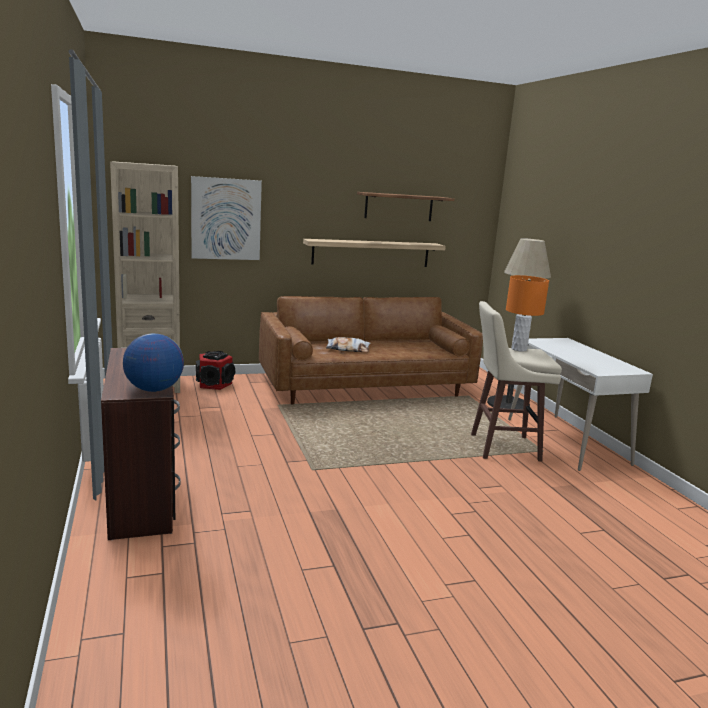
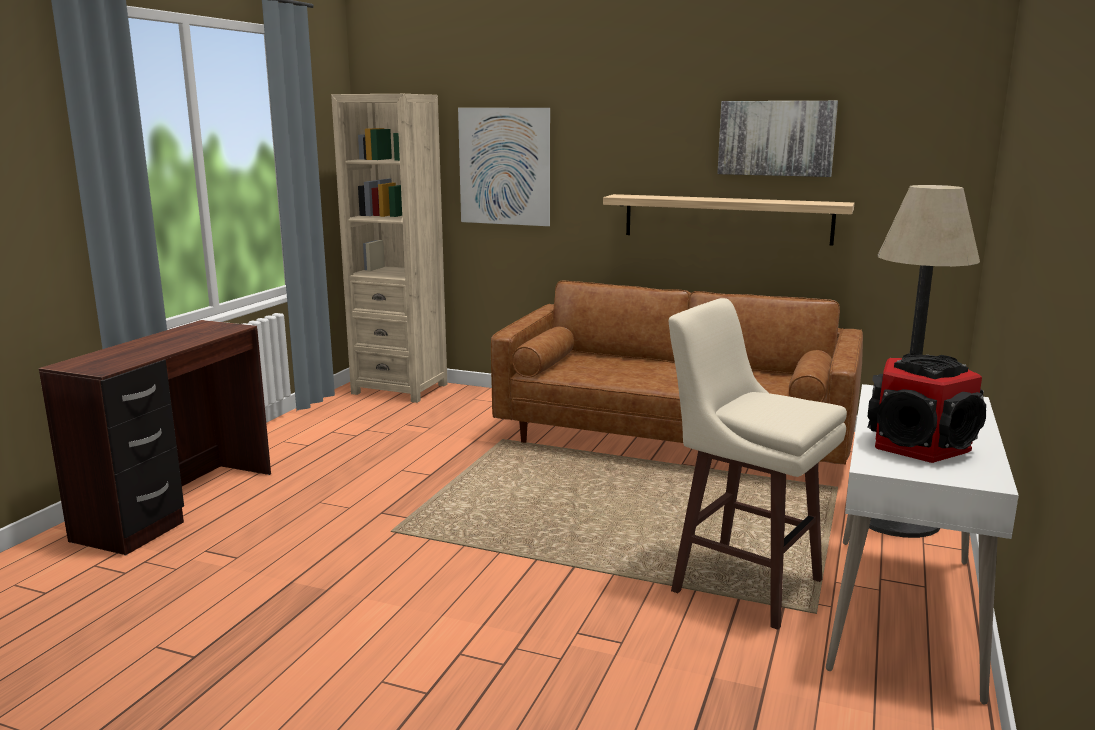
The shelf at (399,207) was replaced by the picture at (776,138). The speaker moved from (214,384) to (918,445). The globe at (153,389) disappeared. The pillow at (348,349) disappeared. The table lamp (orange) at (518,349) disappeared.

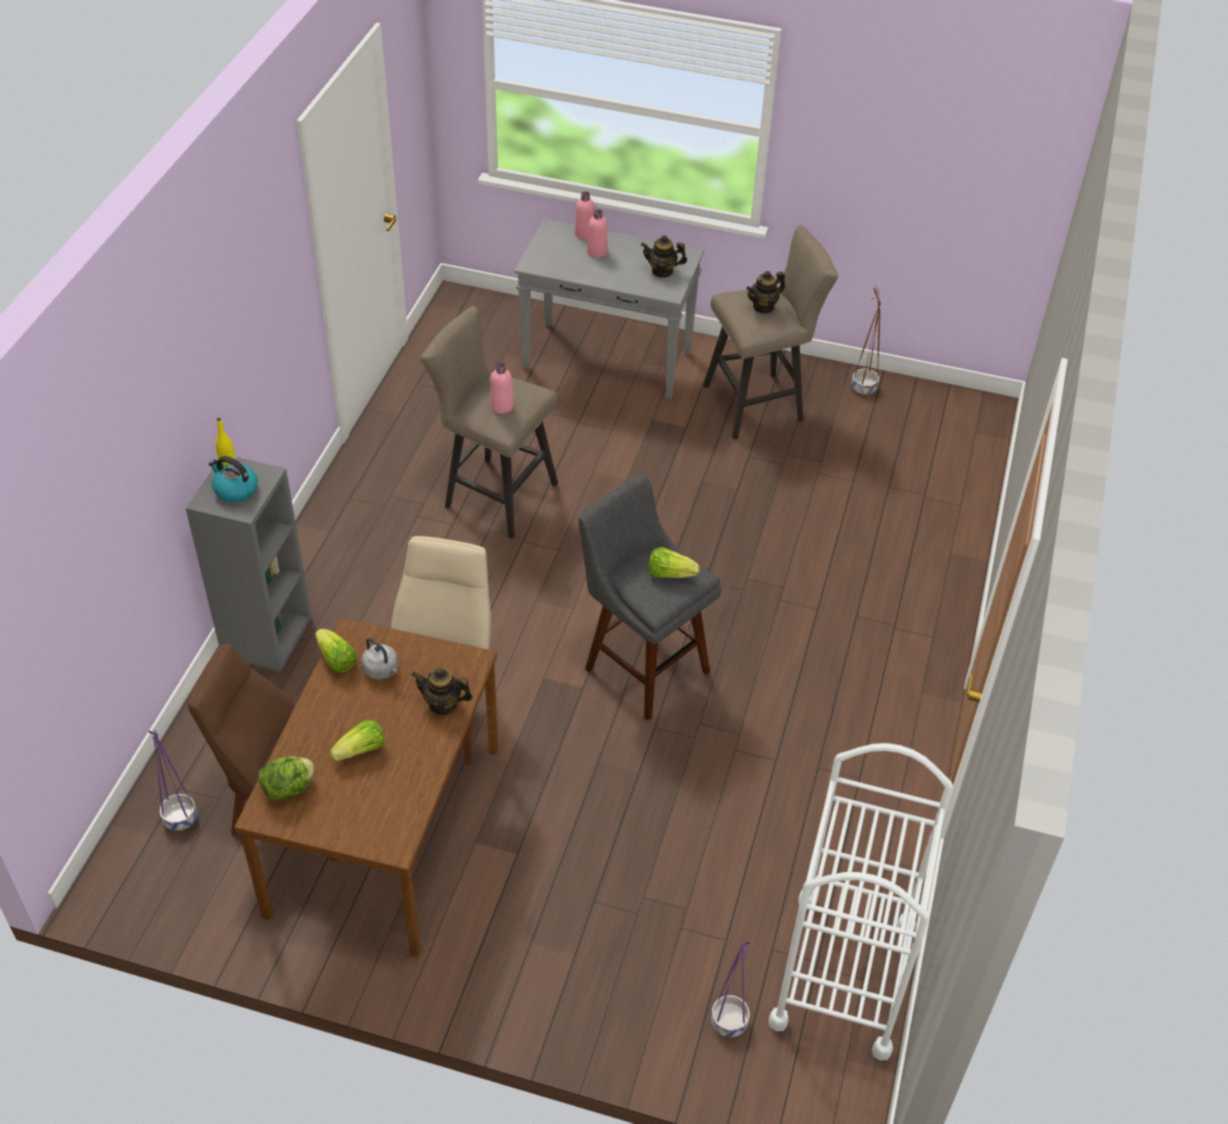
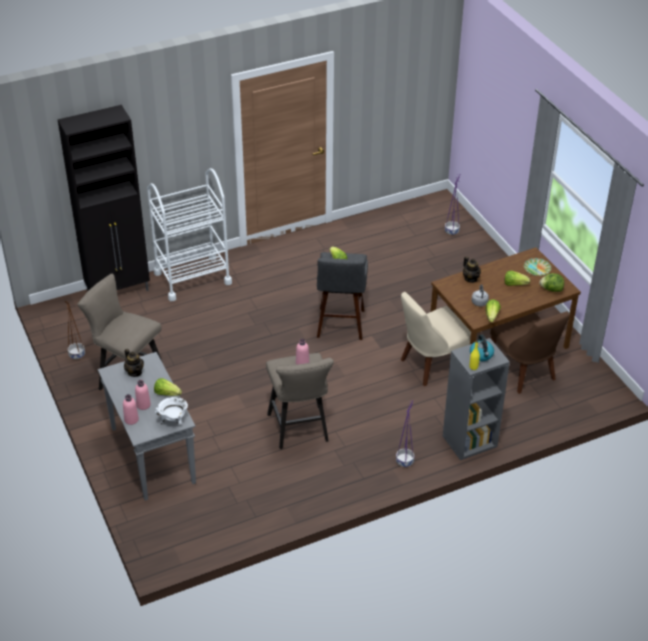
The cabinet (black) at (119,291) appeared. The cart (white) moved from (843,974) to (192,278). The lettuce at (167,393) appeared. The cooking pot (white) at (173,421) appeared. The planter (purple) moved from (180,819) to (405,461). The plate at (537,269) appeared. The teapot at (763,307) disappeared.

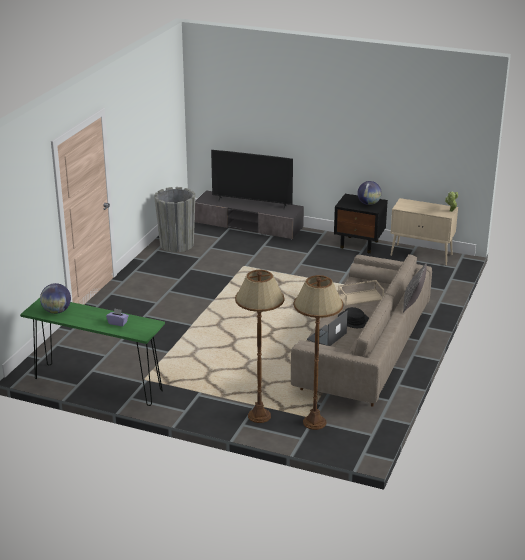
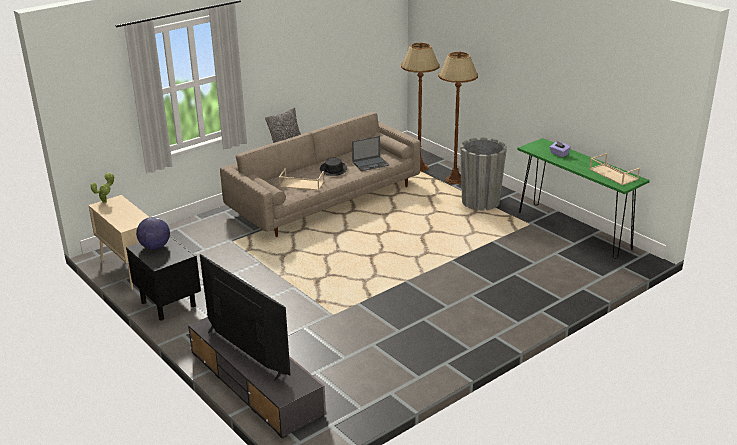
The planter (grey) moved from (176,244) to (480,202). The globe at (57,311) was replaced by the tray (beige) at (612,174).

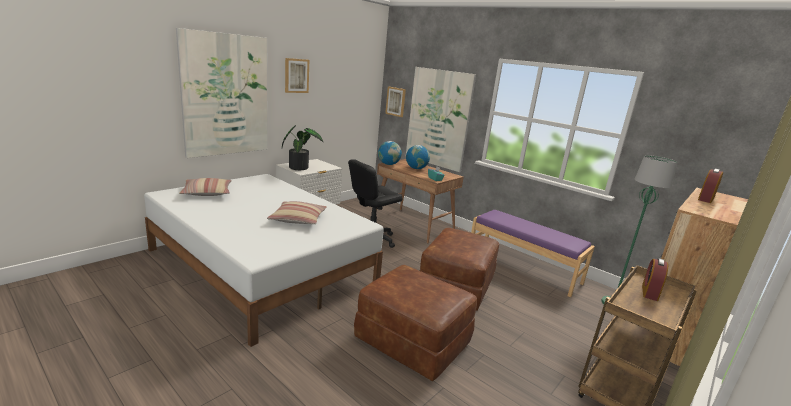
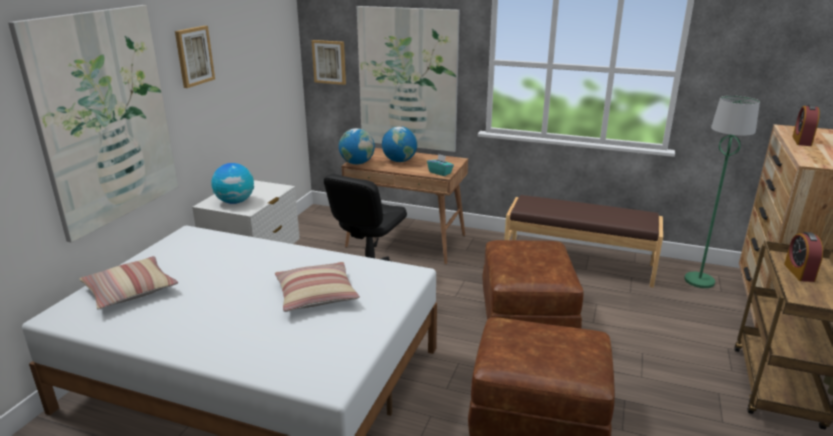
The potted plant at (300,167) was replaced by the globe at (235,202). The bench (purple) at (523,267) became the bench (brown) at (578,263).

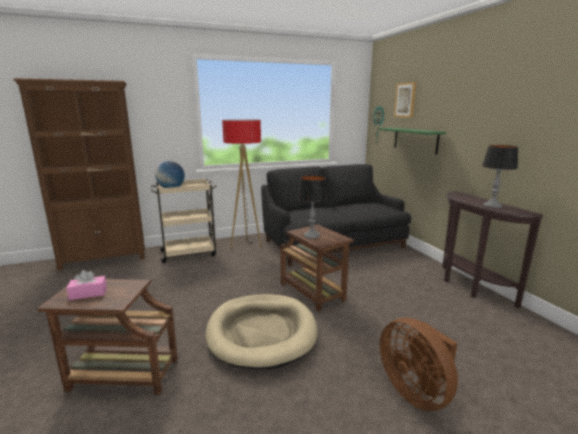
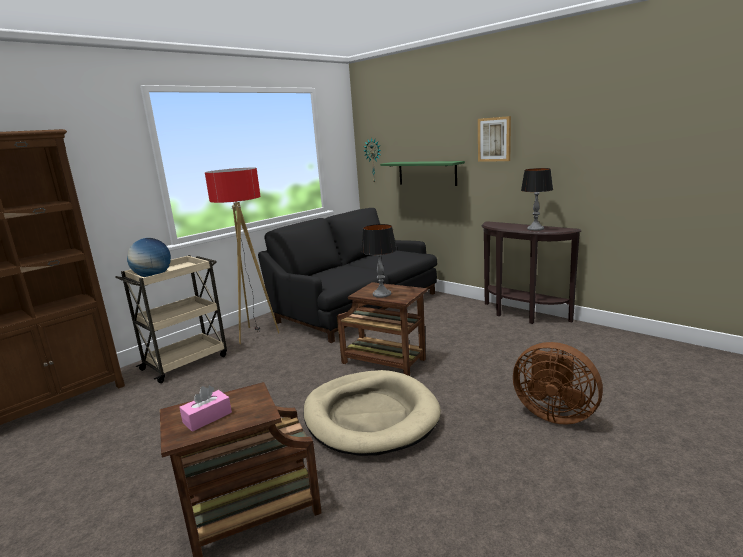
The picture moved from (405,100) to (494,139).

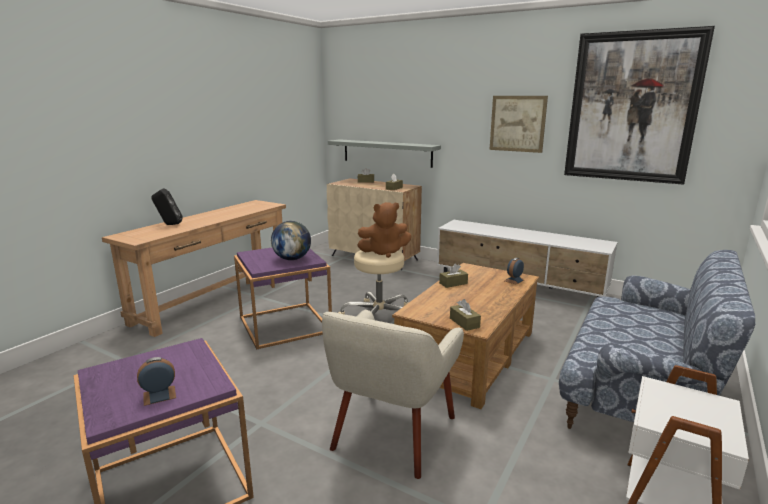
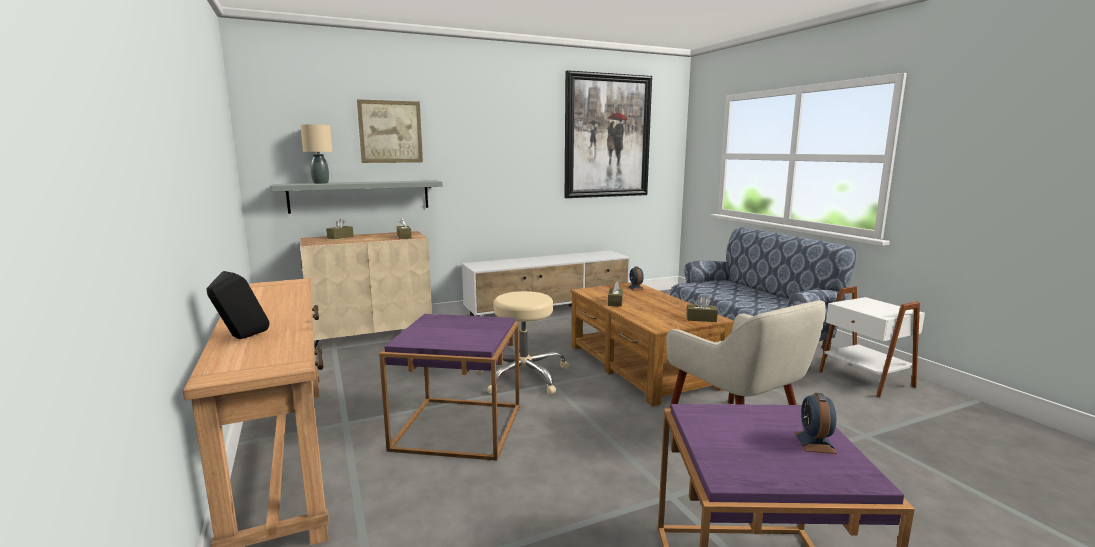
The table lamp (beige) at (320,183) appeared. The picture moved from (517,123) to (390,132). The globe at (292,259) disappeared. The plush toy (brown) at (384,252) disappeared.

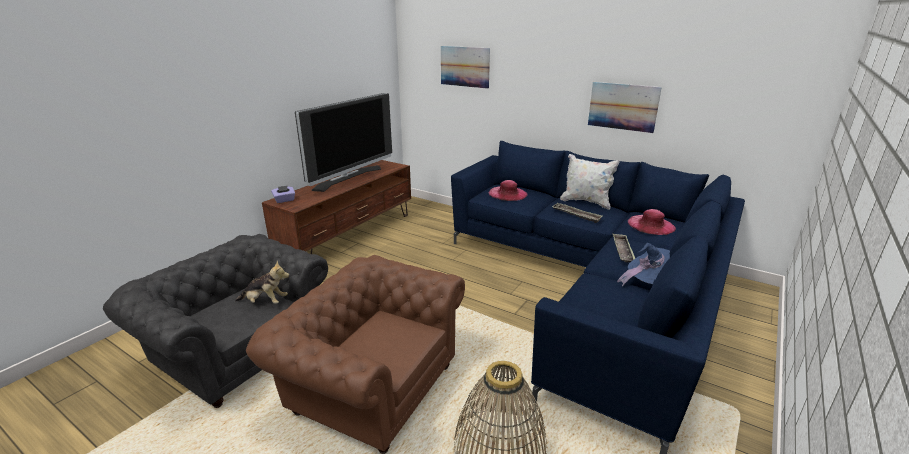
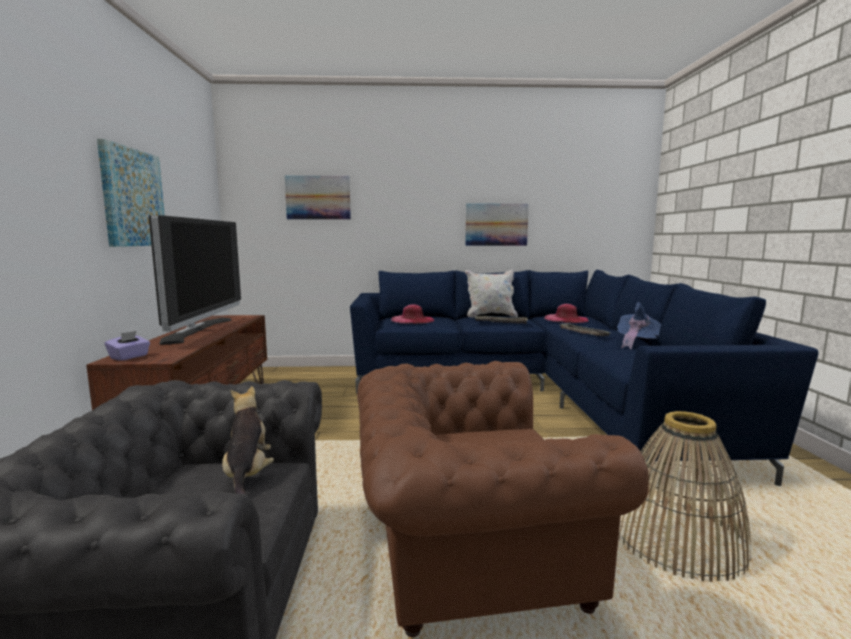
The picture at (133,198) appeared. The plush toy at (265,302) turned 75 degrees counterclockwise.

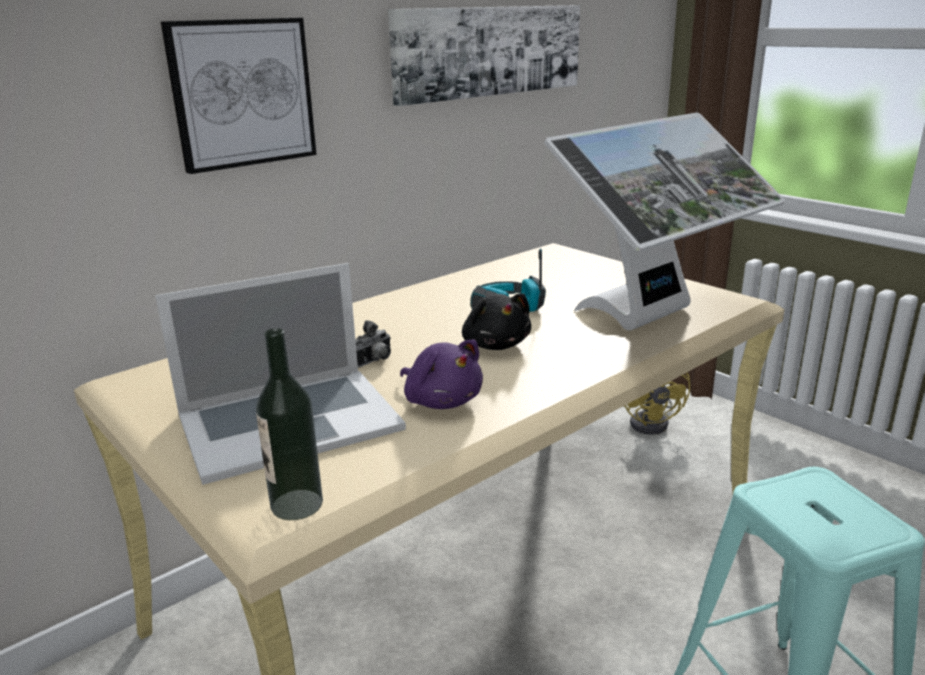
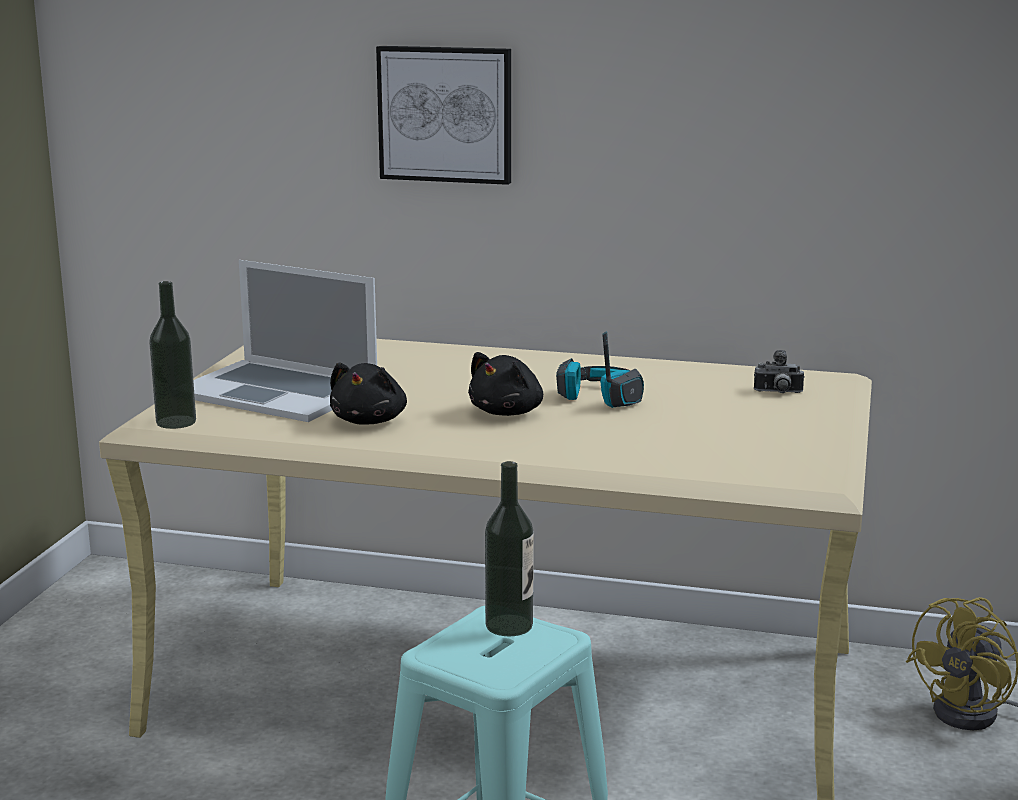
The plush toy (purple) at (441,400) became the plush toy (black) at (370,421). The bottle at (509,625) appeared. The photo camera moved from (375,361) to (778,393). The picture at (489,51) disappeared. The monitor at (654,318) disappeared.

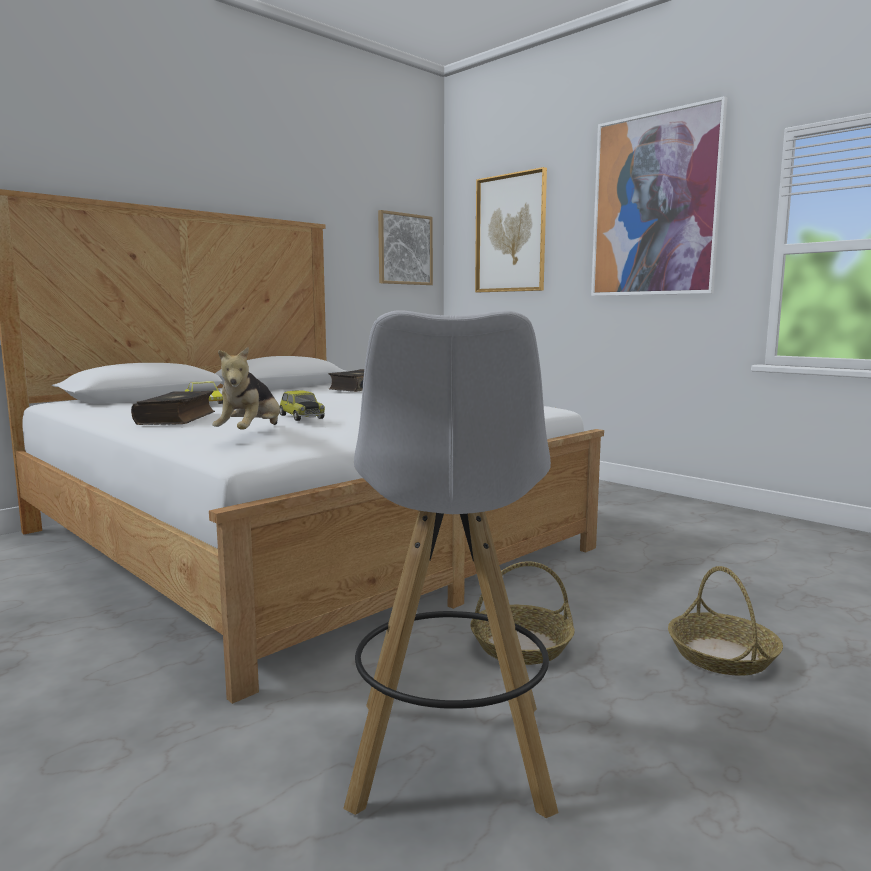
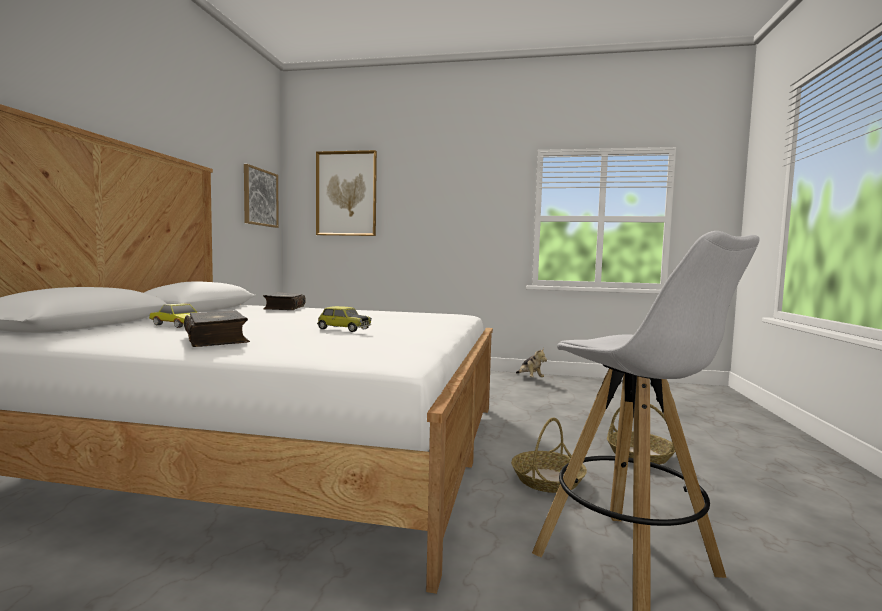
The plush toy moved from (251,434) to (529,378). The picture at (654,205) disappeared.

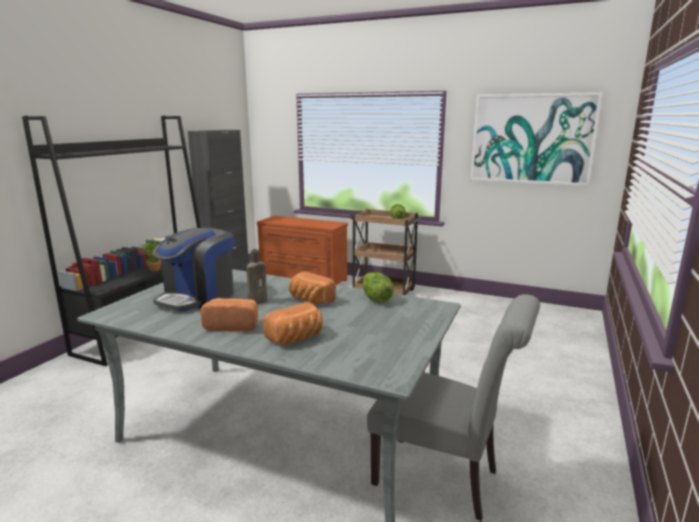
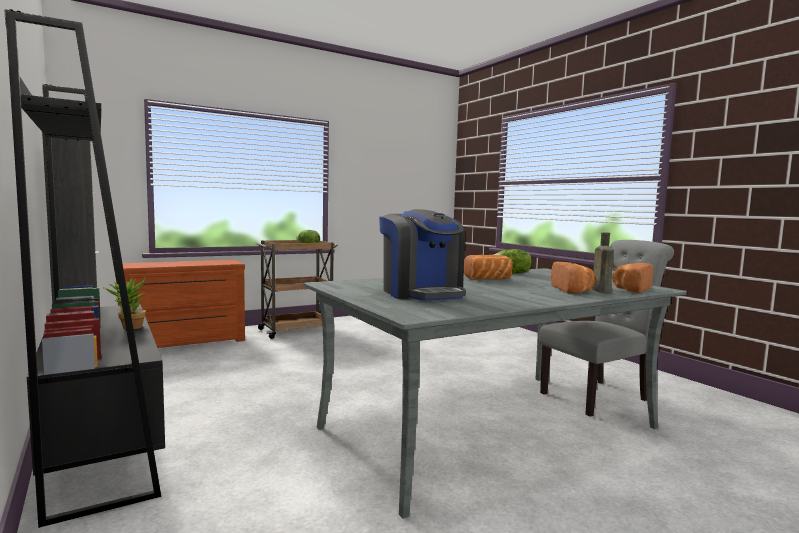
The bottle (brown) moved from (259,301) to (600,290). The bread moved from (233,325) to (630,289). The picture at (532,139) disappeared.

